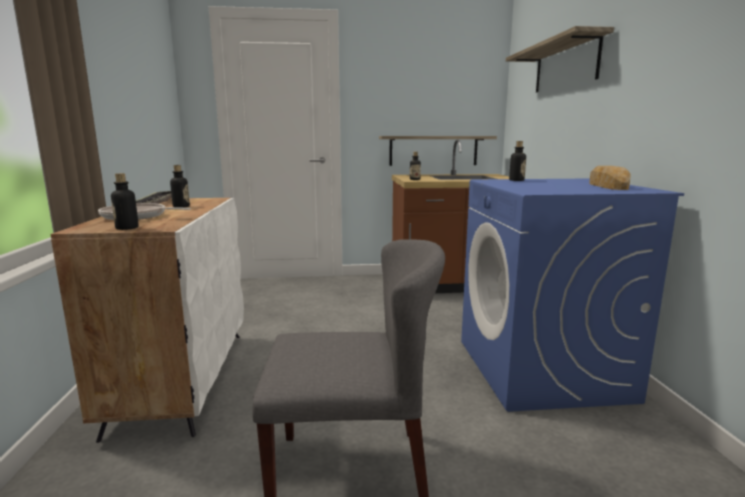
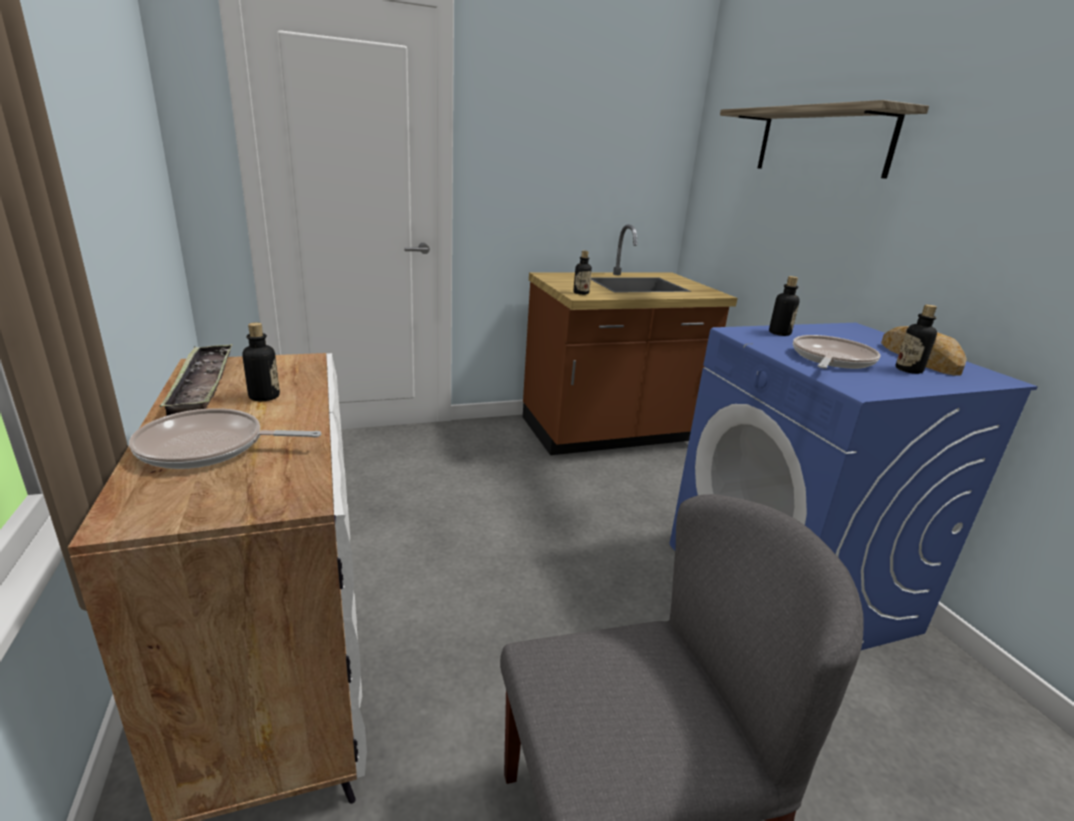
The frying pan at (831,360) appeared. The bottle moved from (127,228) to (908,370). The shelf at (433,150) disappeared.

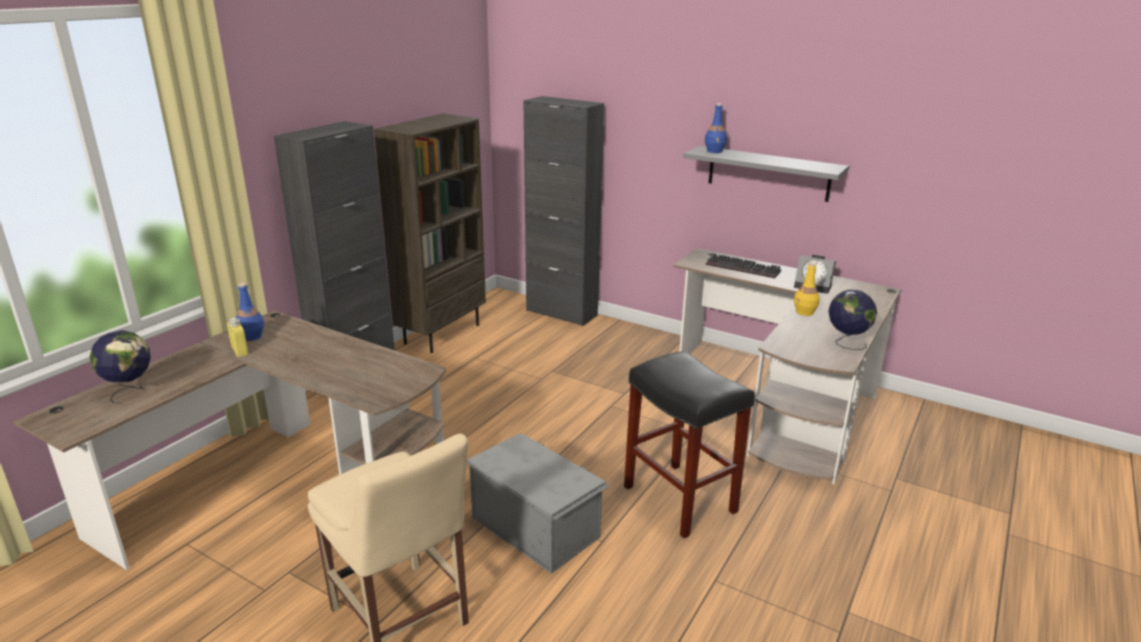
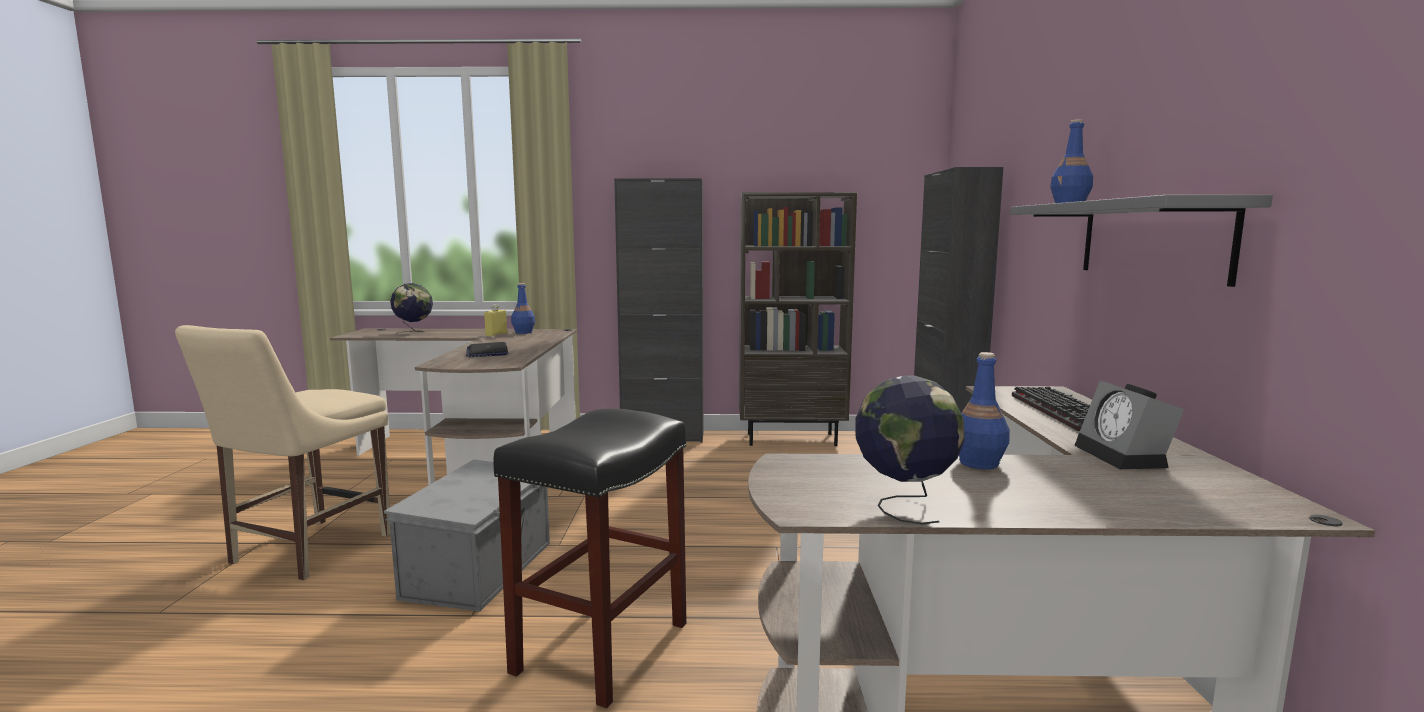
The laptop at (487,351) appeared. The bottle (yellow) at (805,312) became the bottle (blue) at (979,463).

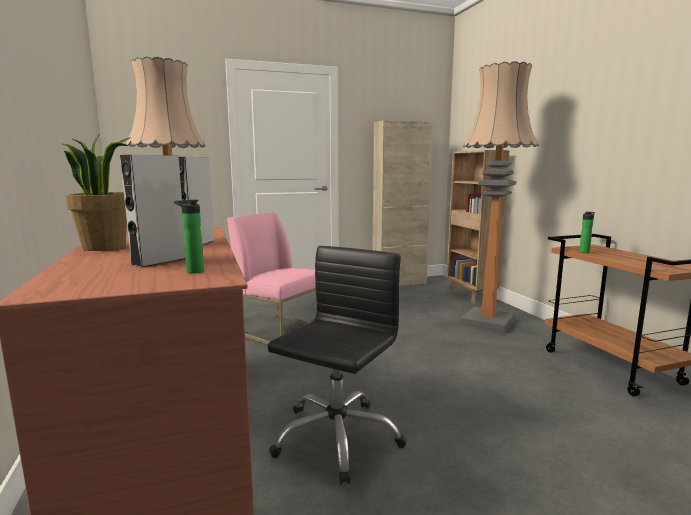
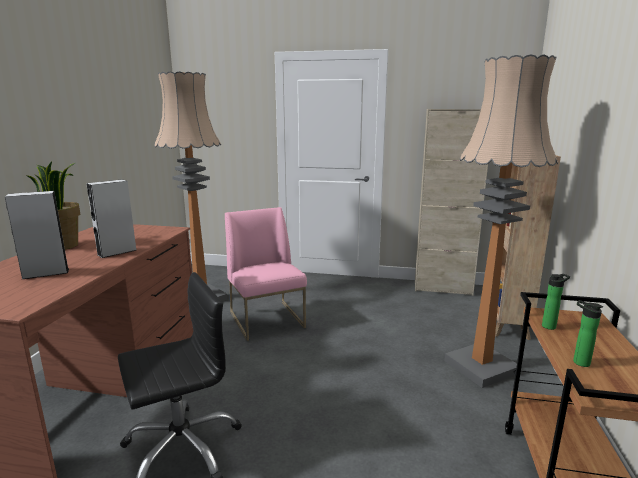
The bottle moved from (192,271) to (578,362).

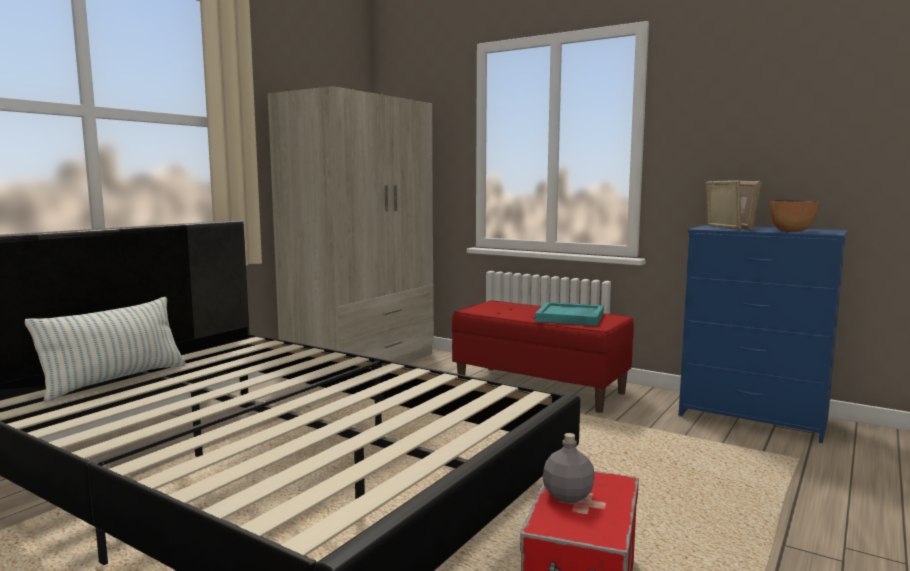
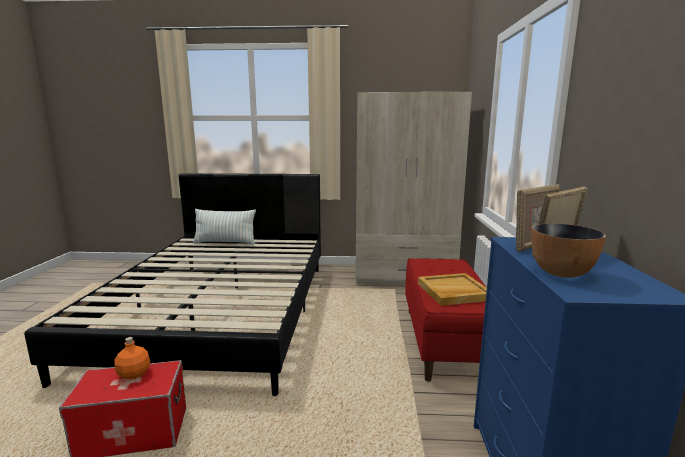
The bottle (grey) at (567,495) became the bottle (orange) at (134,374). The tray (turquoise) at (570,317) became the tray (beige) at (453,292).

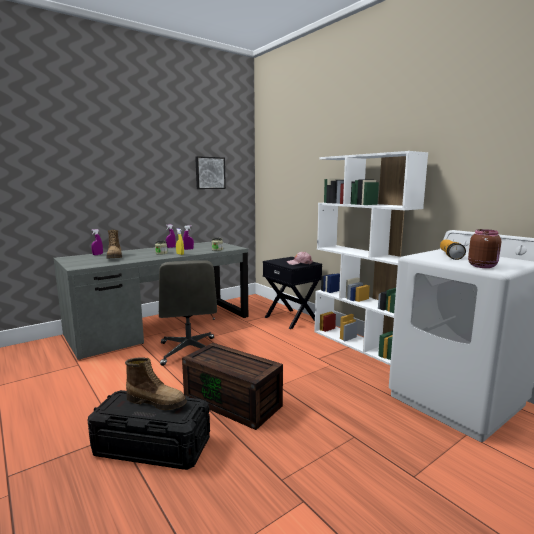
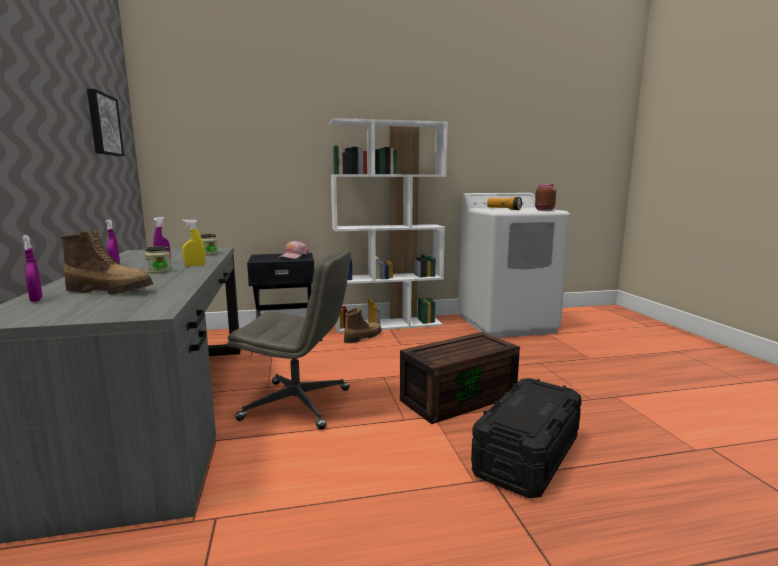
The boot moved from (157,402) to (362,337).

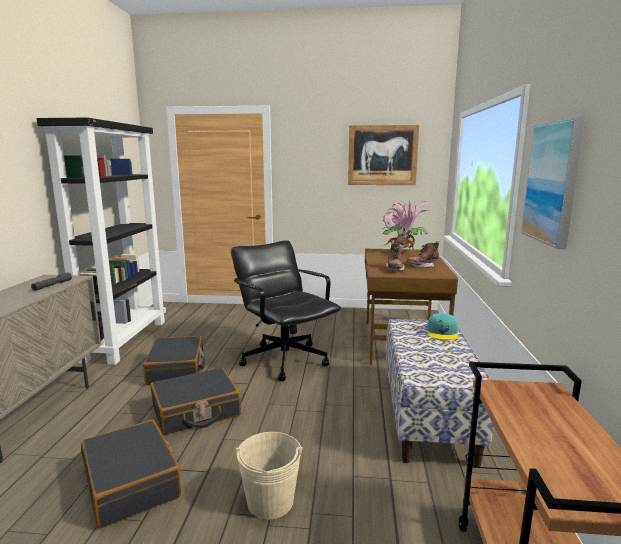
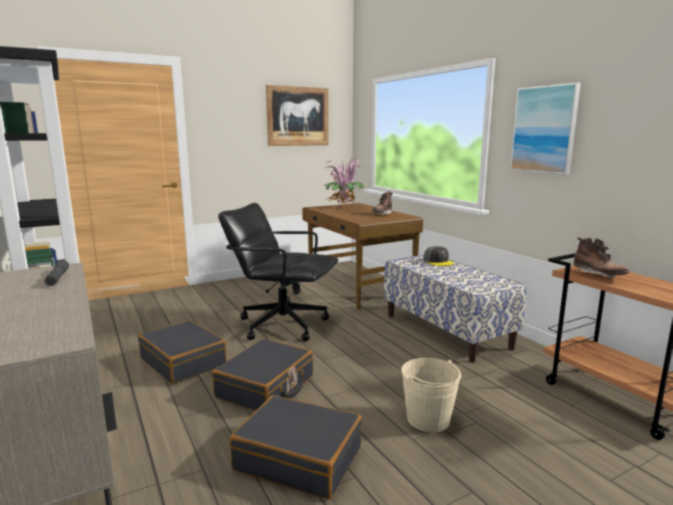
The cap (turquoise) at (442,332) became the cap (grey) at (438,261). The boot (brown) moved from (394,269) to (598,276).

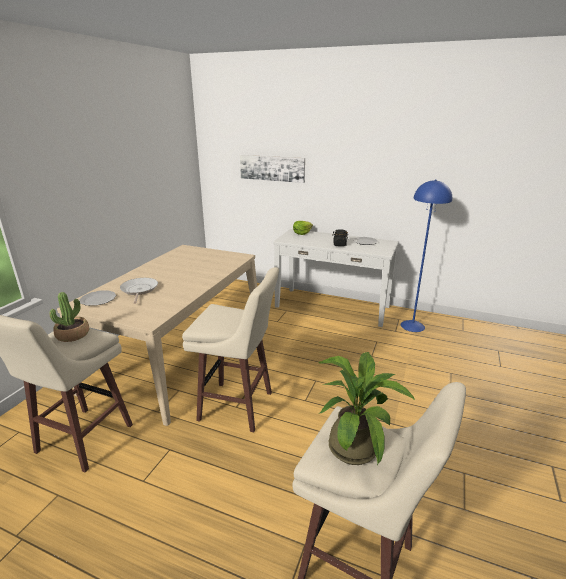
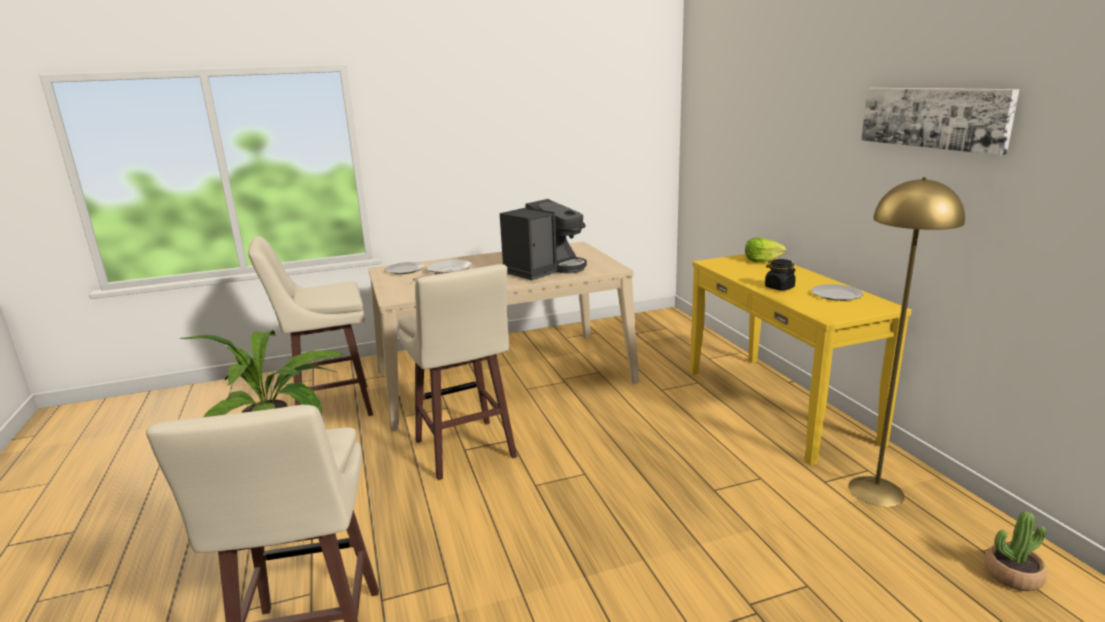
The coffee machine at (544,269) appeared. The console table (white) at (332,306) became the console table (yellow) at (778,404). The floor lamp (blue) at (412,326) became the floor lamp (yellow) at (876,491). The picture moved from (272,168) to (933,117). The potted plant moved from (73,335) to (1012,575).

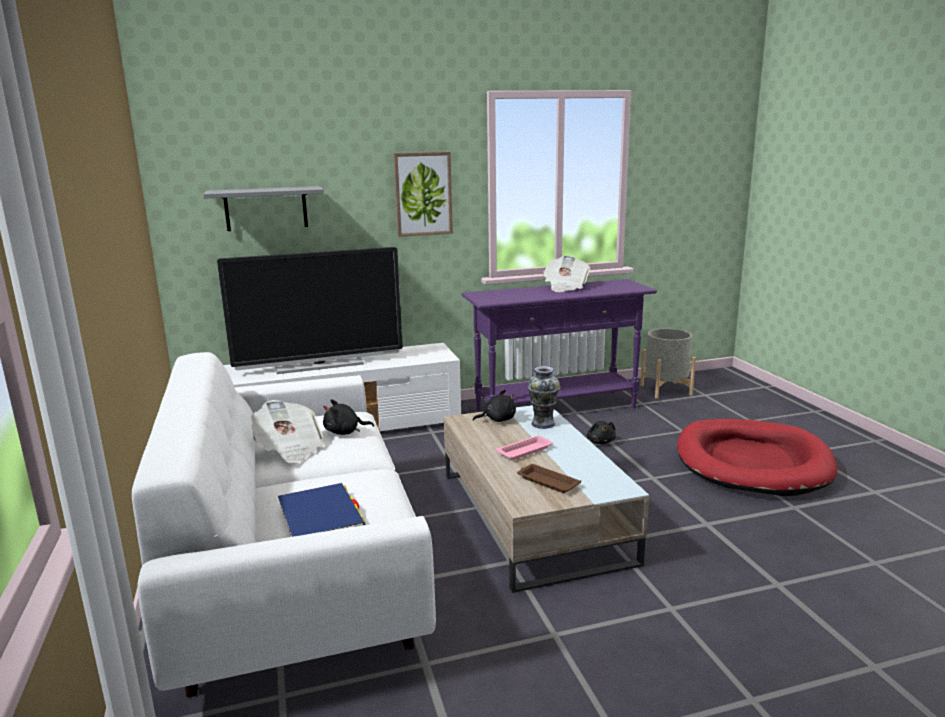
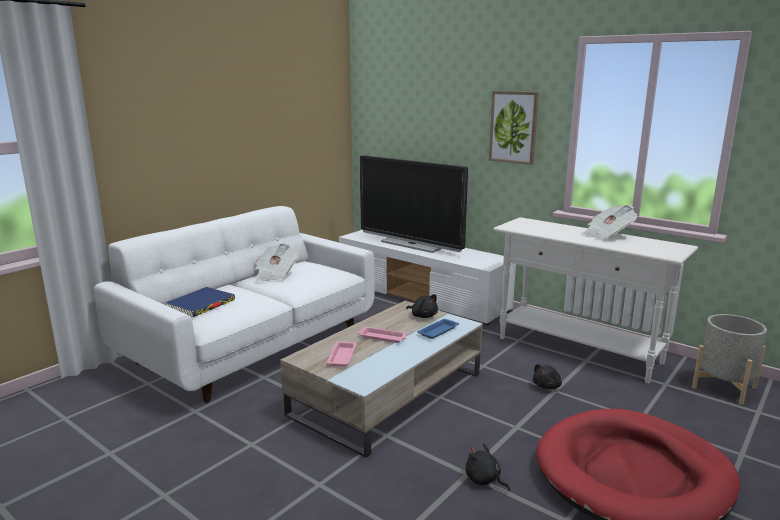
The tray (brown) at (547,482) became the tray (pink) at (342,356). The vase at (542,423) was replaced by the tray (blue) at (438,331). The plush toy (black) moved from (345,432) to (484,480). The console table (purple) at (557,408) became the console table (white) at (578,351). The shelf (grey) at (266,208) disappeared.

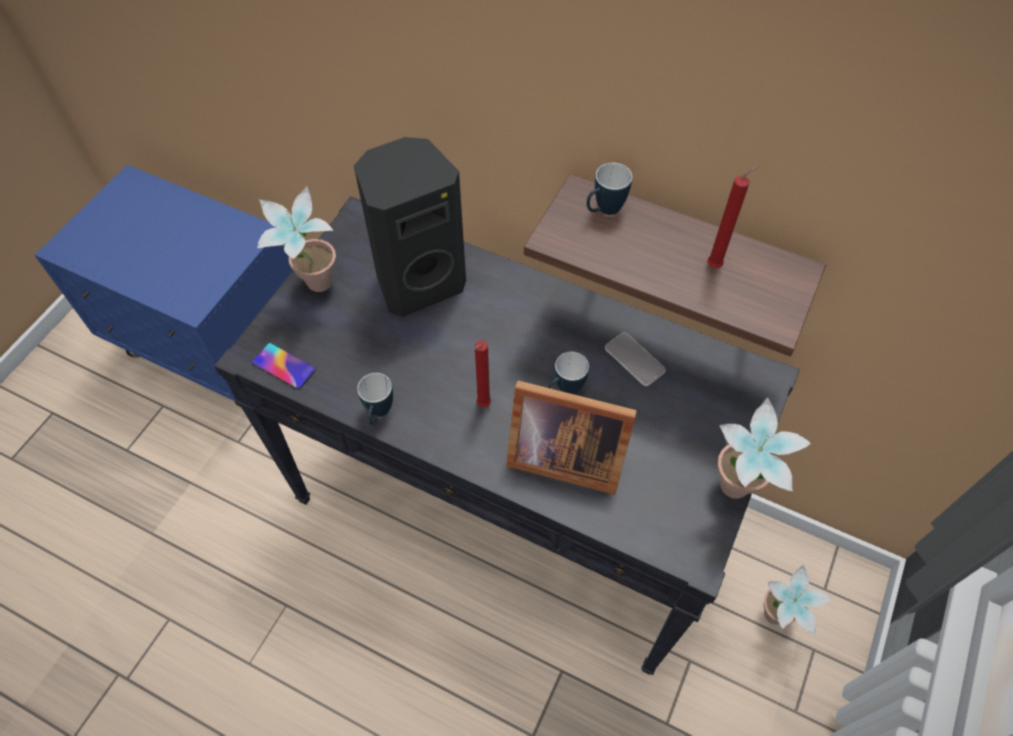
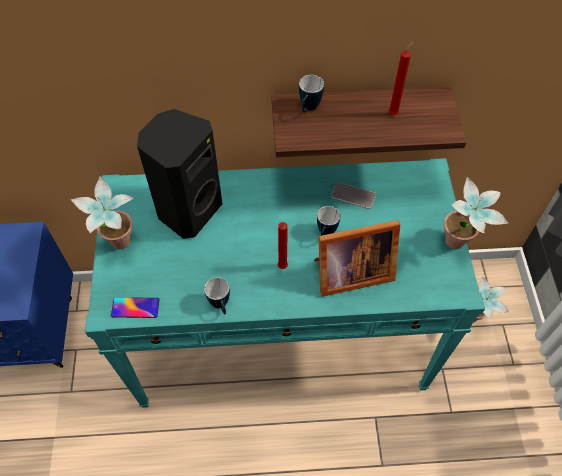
The console table (black) at (508,505) became the console table (turquoise) at (282,335).

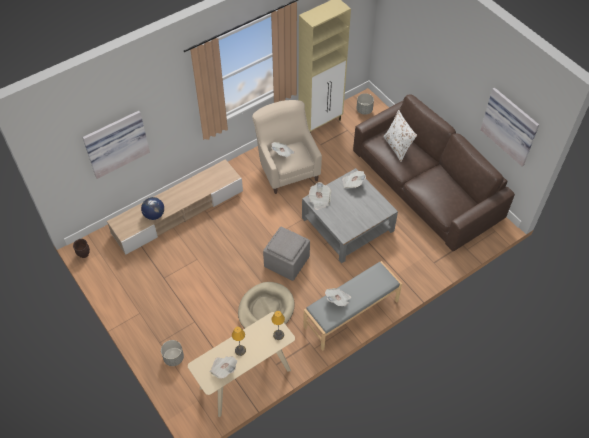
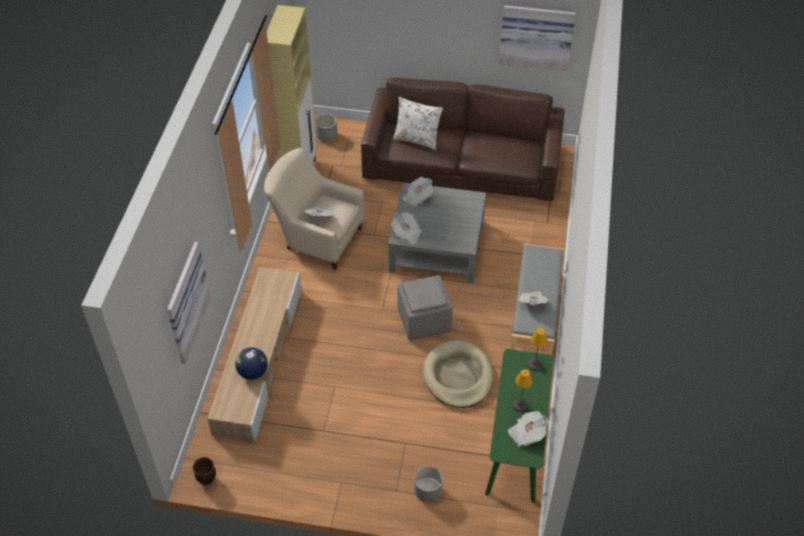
The console table (beige) at (245,379) became the console table (green) at (516,450).

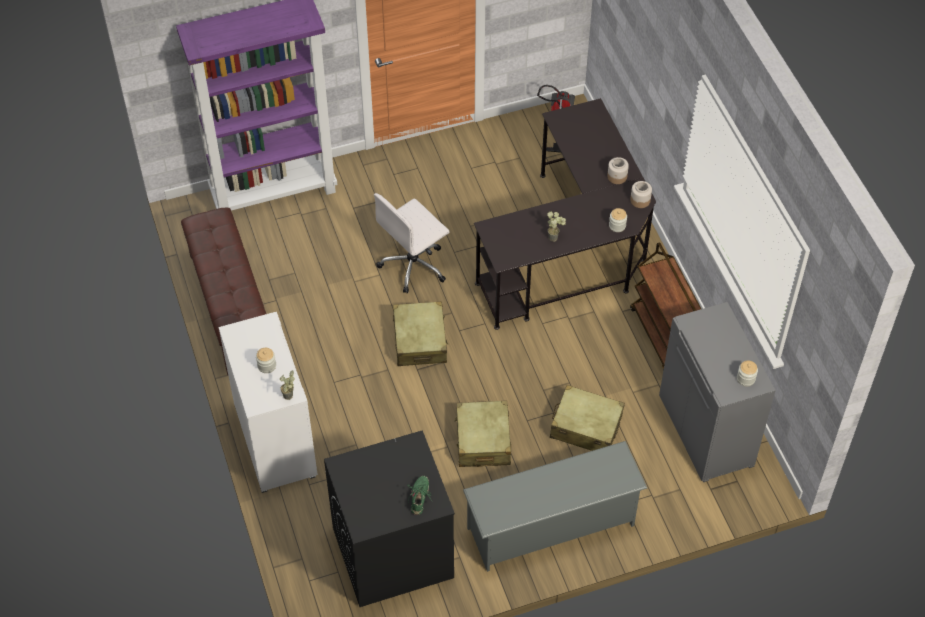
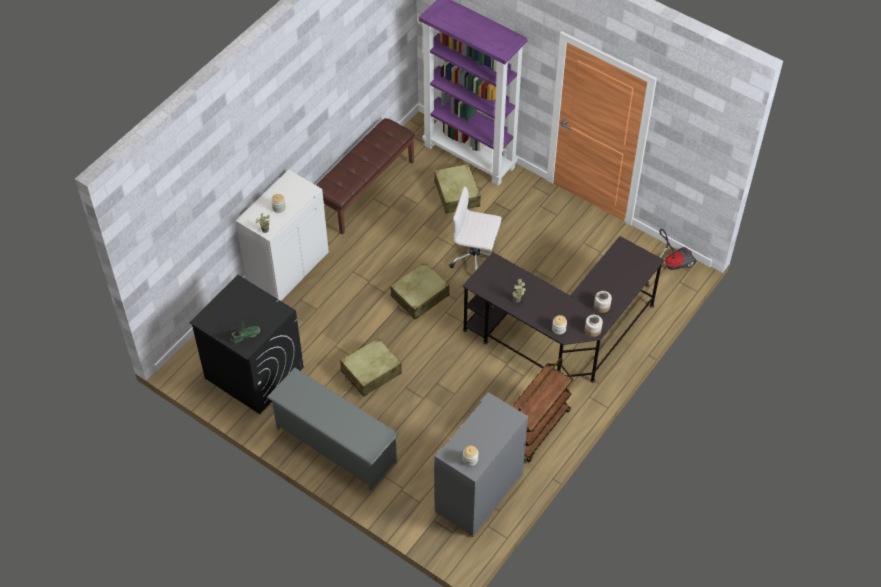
The suitcase (beige) moved from (585,427) to (457,194).

